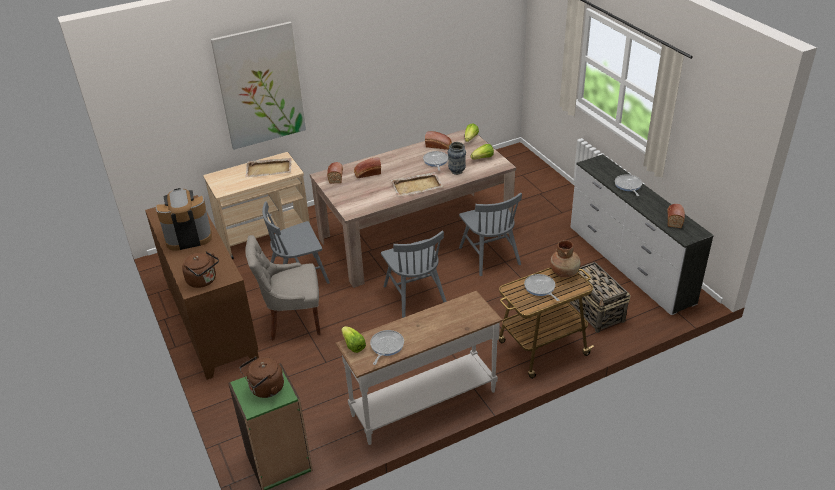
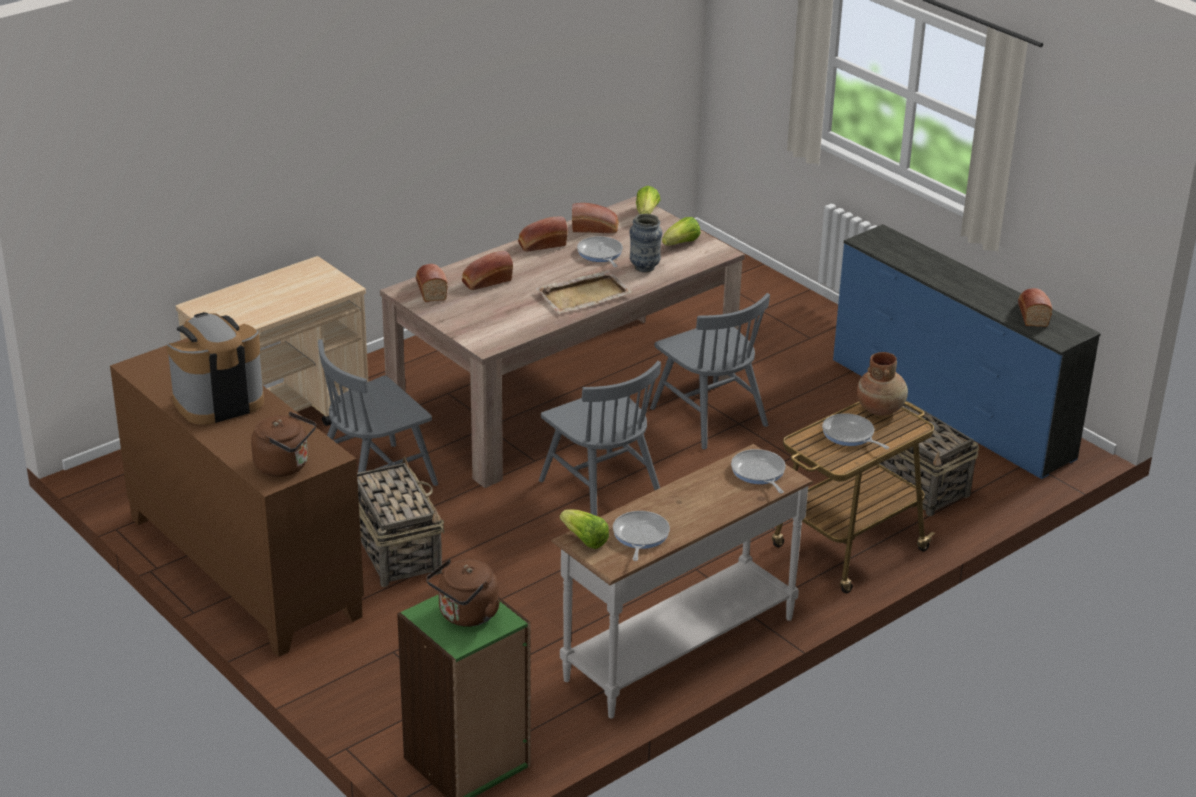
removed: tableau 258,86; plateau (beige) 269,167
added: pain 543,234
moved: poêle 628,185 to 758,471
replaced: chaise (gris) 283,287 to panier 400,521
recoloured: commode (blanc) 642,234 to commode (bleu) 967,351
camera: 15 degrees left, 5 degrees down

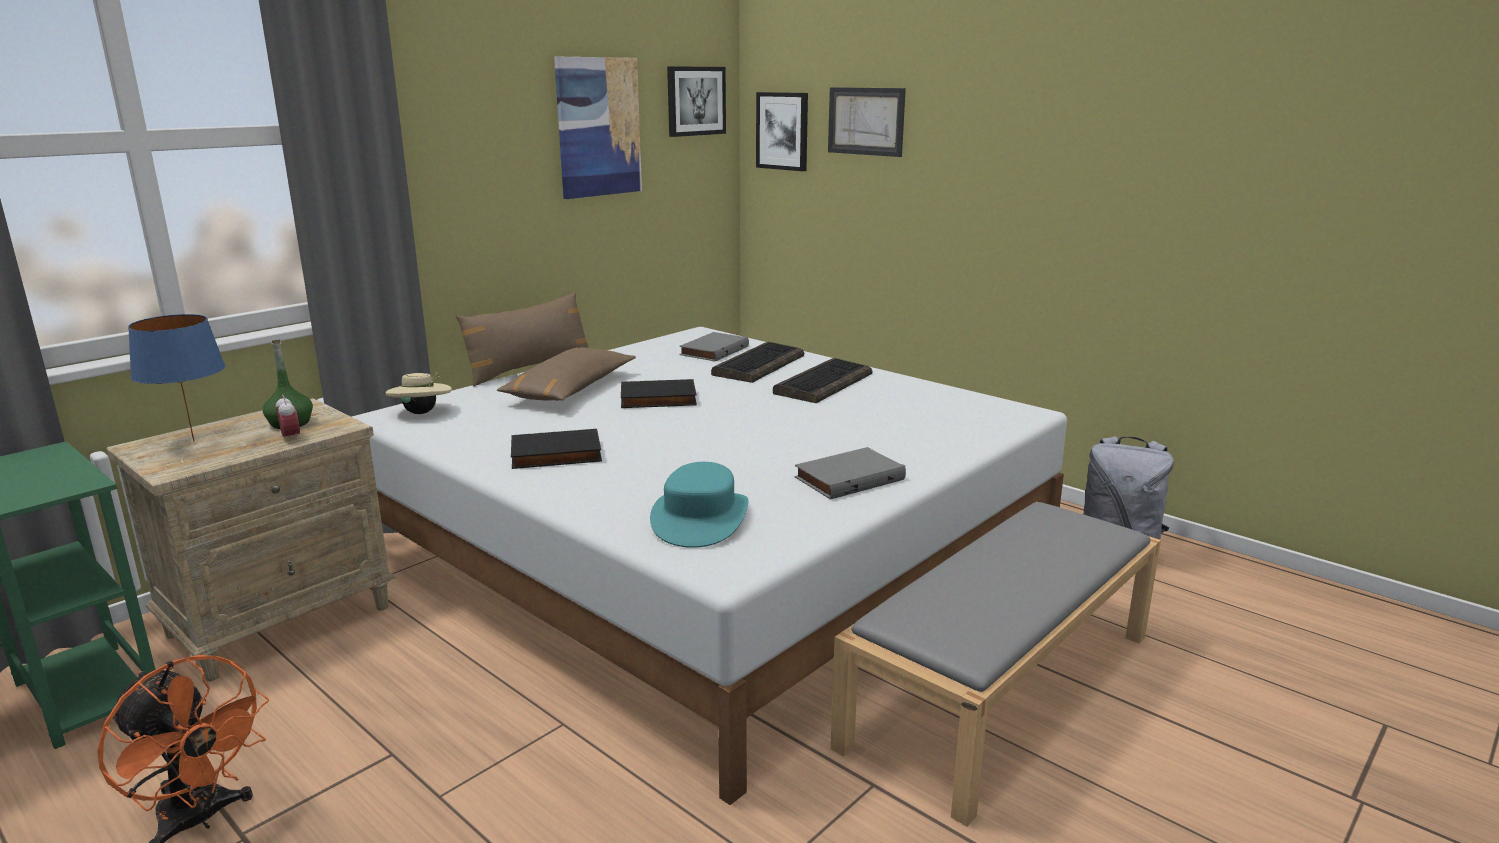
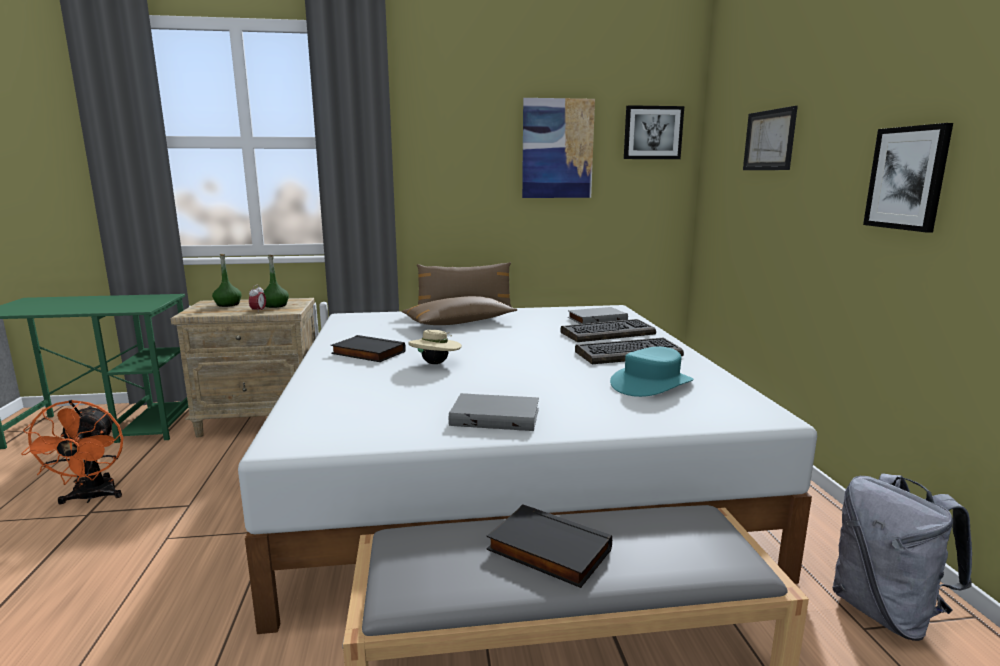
moved: tableau 782,131 to 908,177; chapeau (beige) 418,393 to 435,347; livre (noir) 659,393 to 549,546; chapeau (turquoise) 699,505 to 652,372
replaced: lampe de table (bleu) 176,377 to bouteille (vert) 227,280
camera: 40 degrees right, 5 degrees down

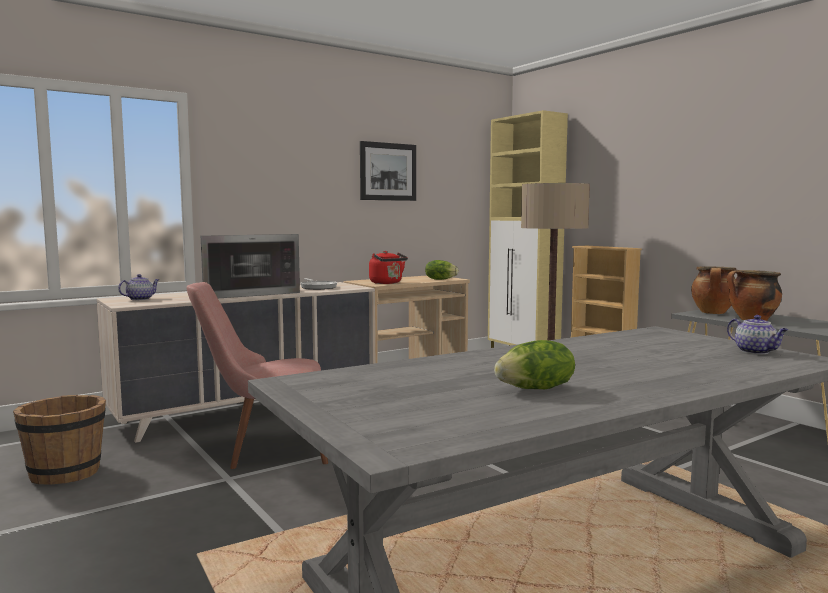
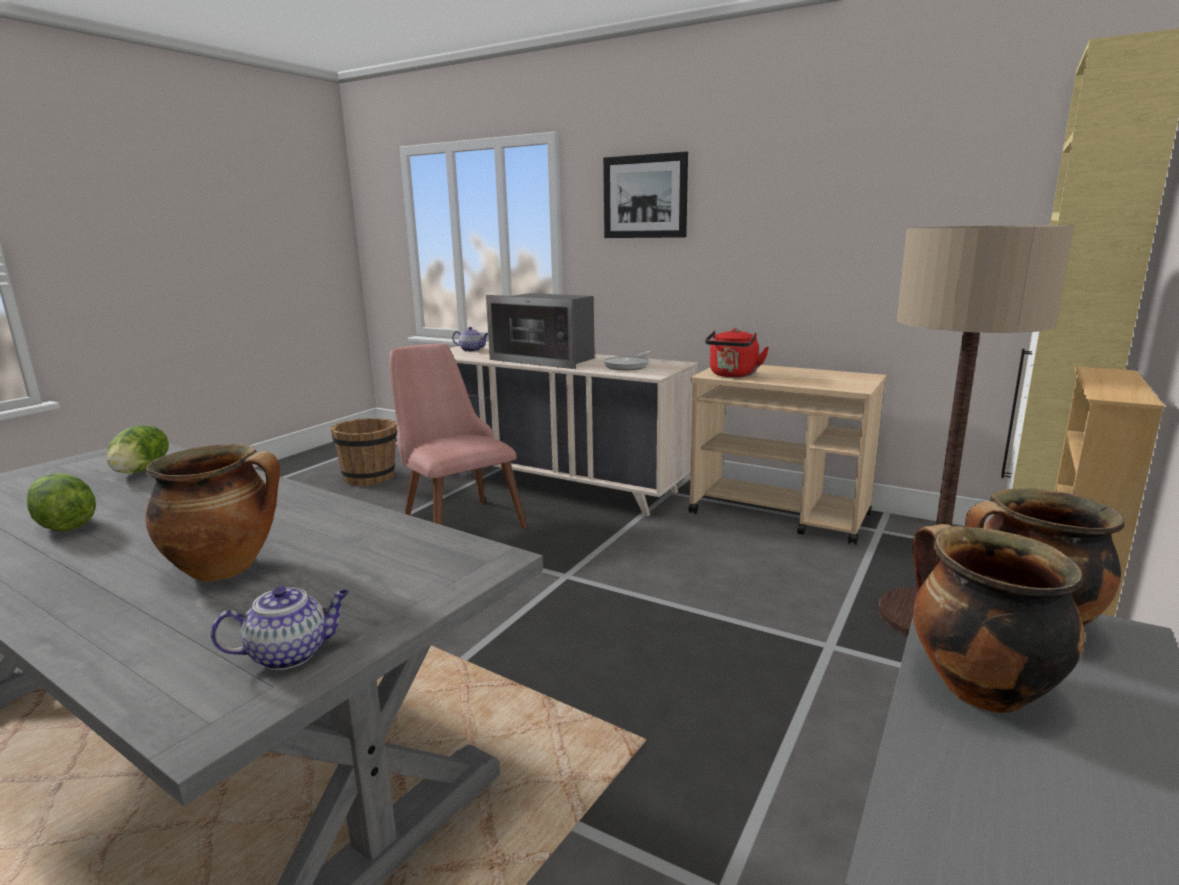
added: marmite 212,512
moved: tableau 388,171 to 645,194; laitue 441,270 to 138,449
turned: théière 757,334 = 280,628 150 degrees counterclockwise
camera: 65 degrees right, 10 degrees up

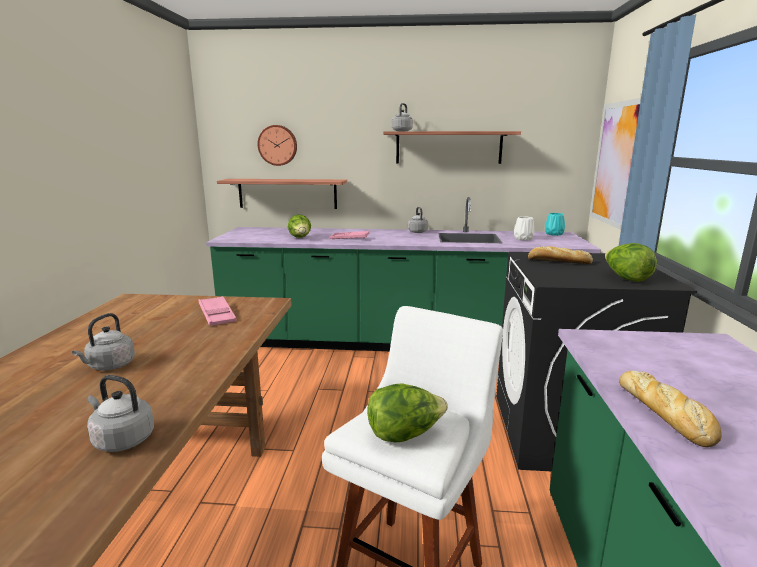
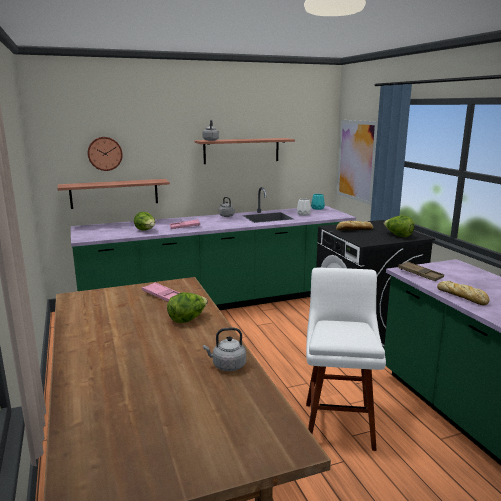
removed: bouilloire (gris) 103,342
added: plateau (marron) 421,271
moved: laitue 407,413 to 187,307
camera: 25 degrees left, 0 degrees up

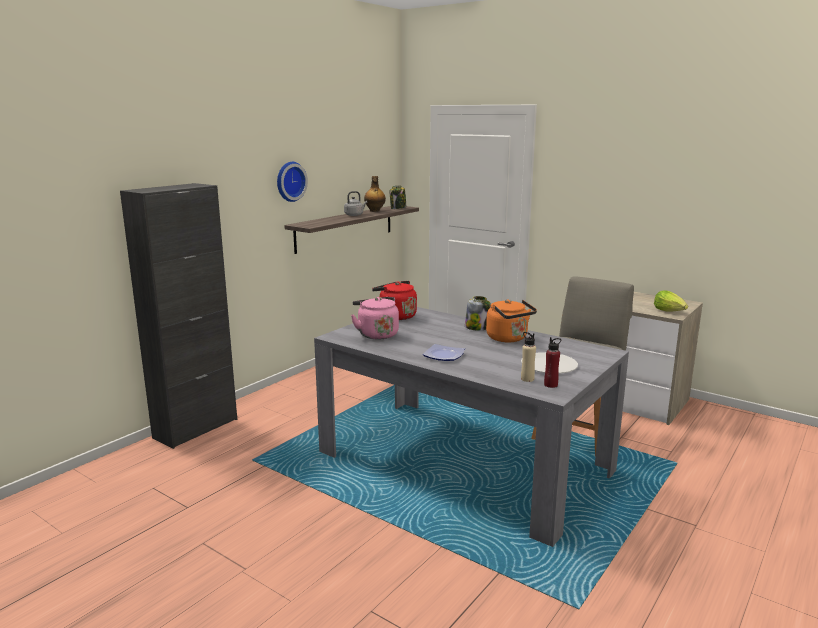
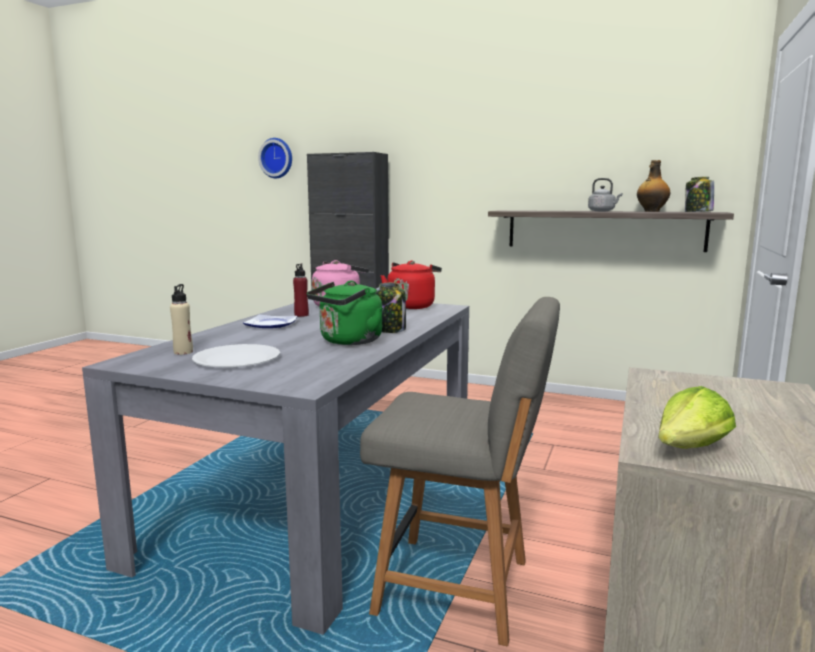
moved: horloge murale 292,182 to 275,158; bouteille (rouge) 552,362 to 301,290
recoloured: bouilloire (orange) 511,320 to bouilloire (vert) 345,313
camera: 75 degrees right, 5 degrees down

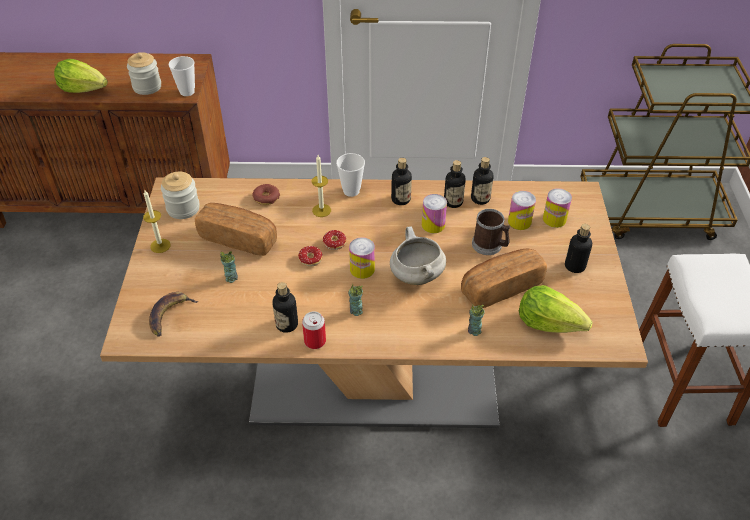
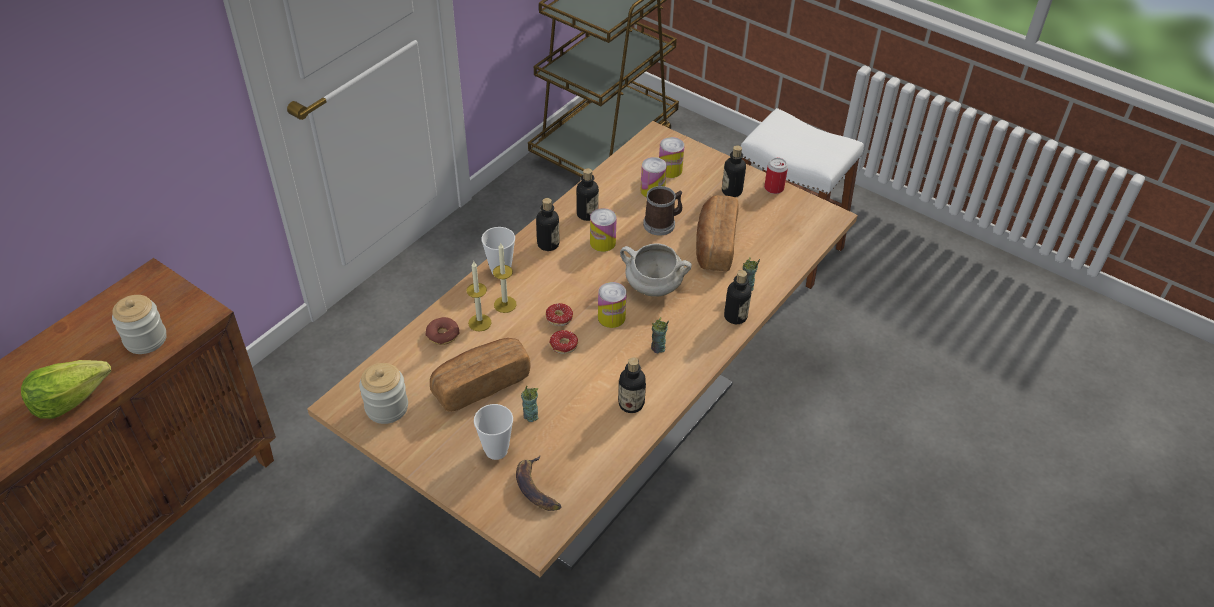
removed: laitue 556,309
moved: tasse 182,76 to 493,432; bouteille 482,181 to 738,297; bougie 157,221 to 479,296; boîte métallique 314,330 to 776,176
camera: 55 degrees left, 0 degrees up

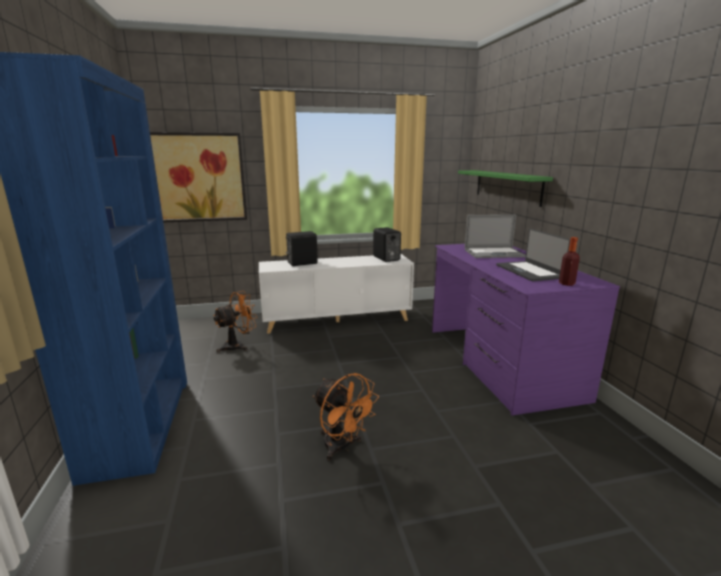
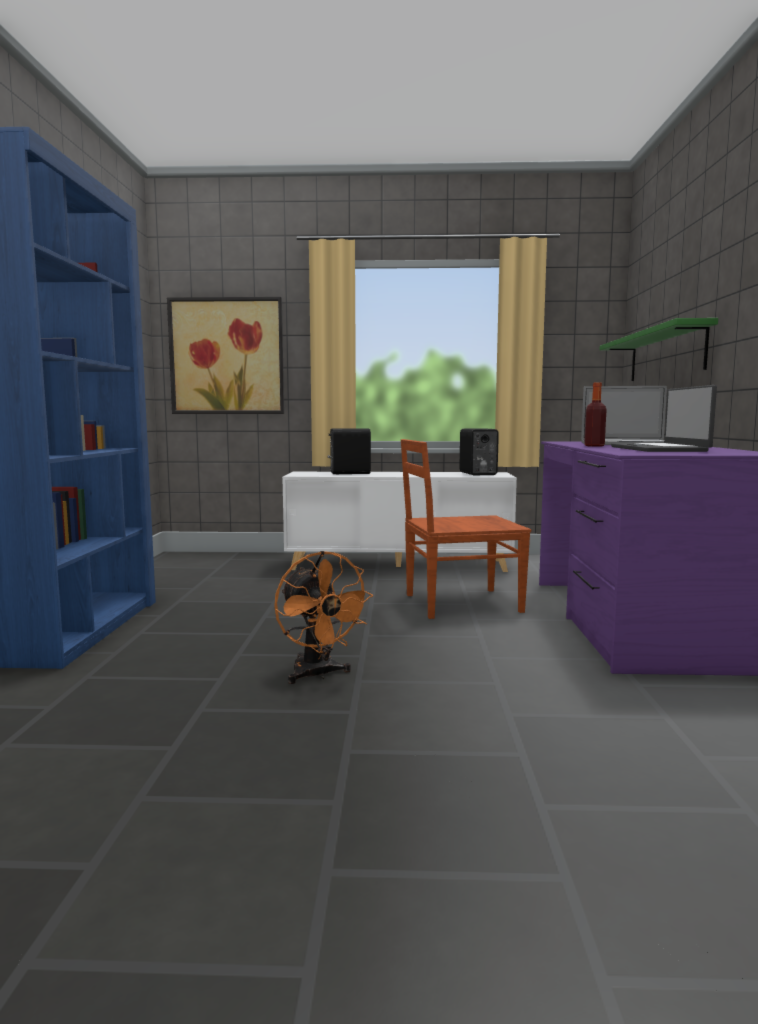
removed: ventilateur (orange) 235,322
added: chaise (marron) 466,529
moved: bouteille 569,261 to 595,414
camera: 15 degrees right, 10 degrees down

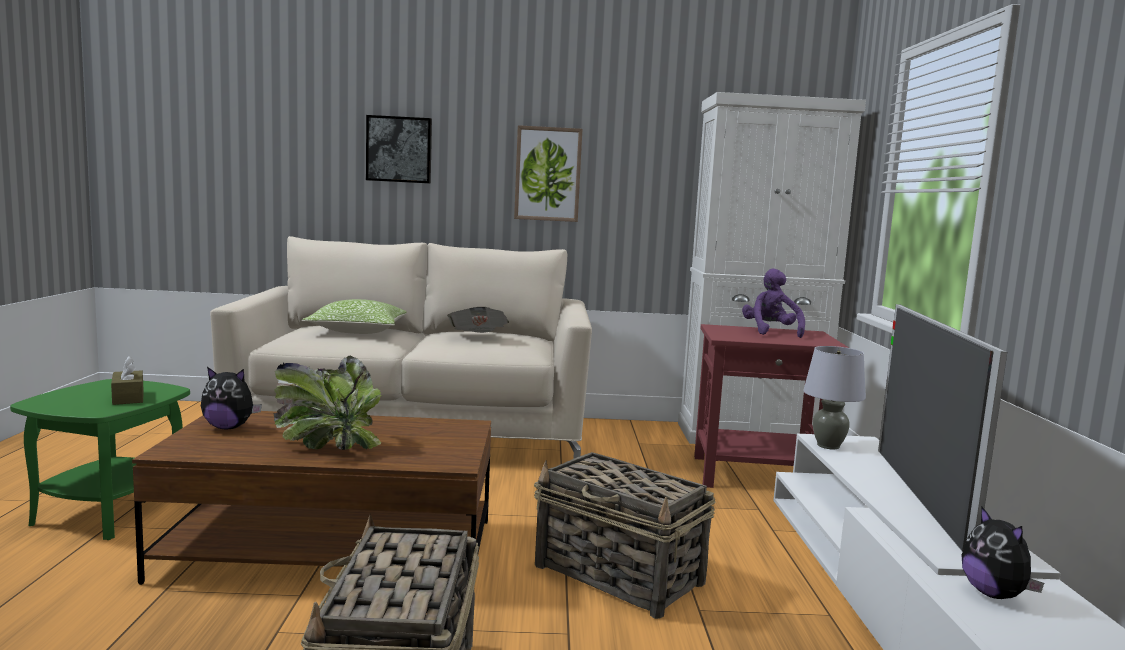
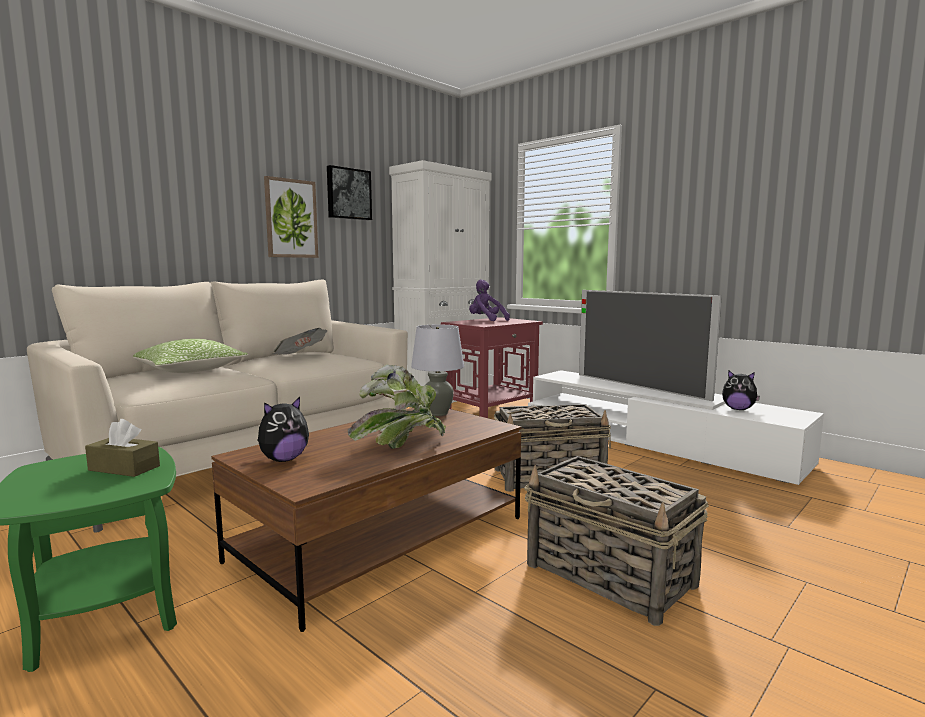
moved: tableau 399,149 to 349,192; lampe de table (gris) 834,397 to 437,370
camera: 45 degrees left, 0 degrees up

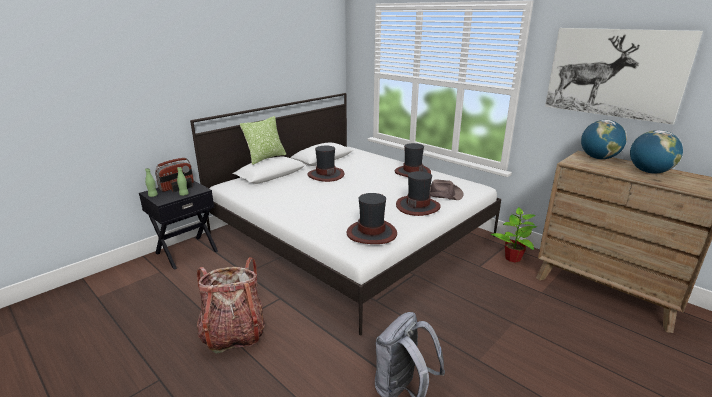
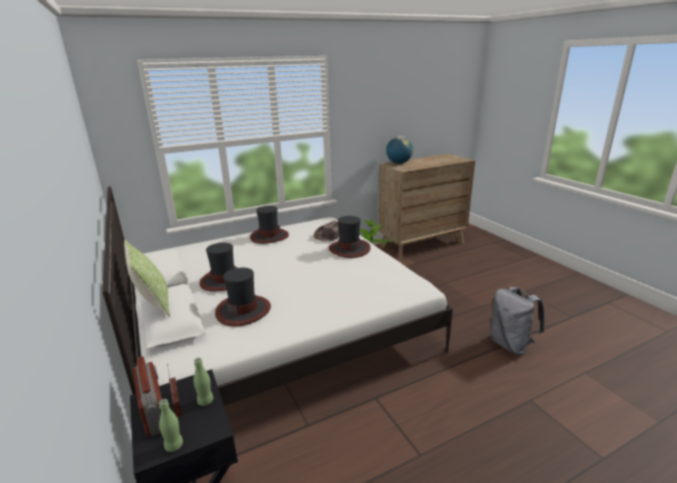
removed: tableau 624,76; globe 656,152; sac à dos 231,305
moved: chapeau 371,218 to 243,297
camera: 70 degrees left, 0 degrees up

